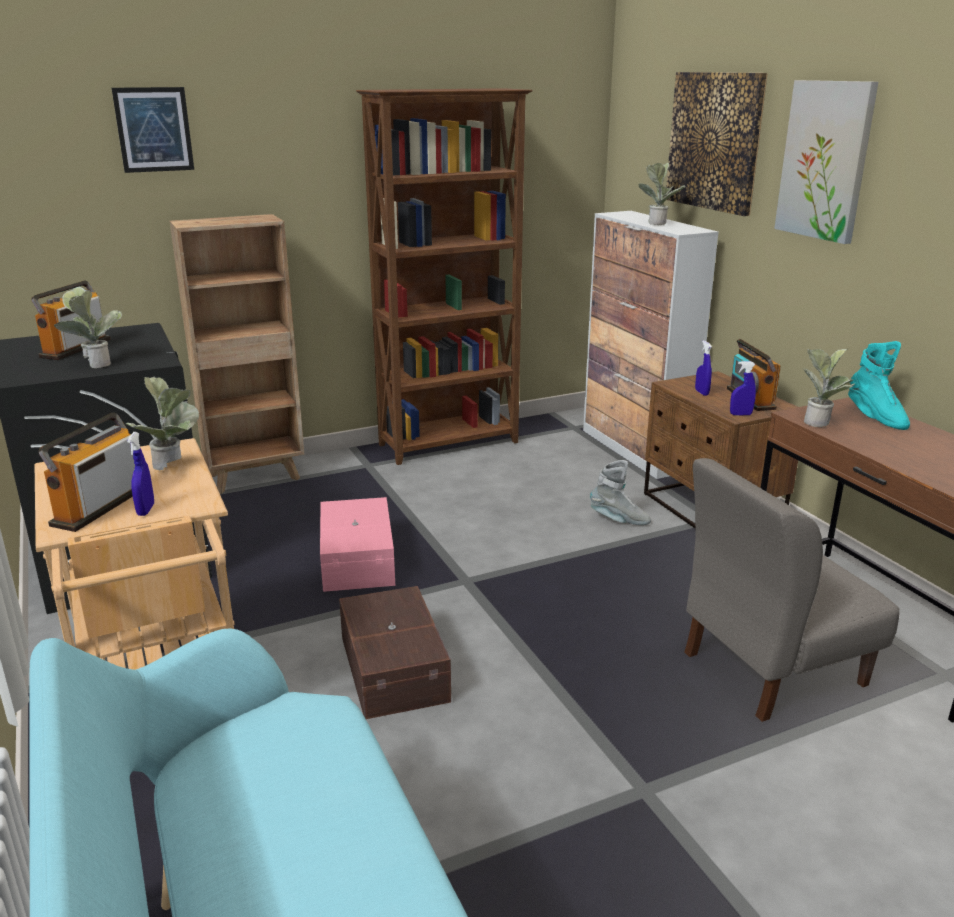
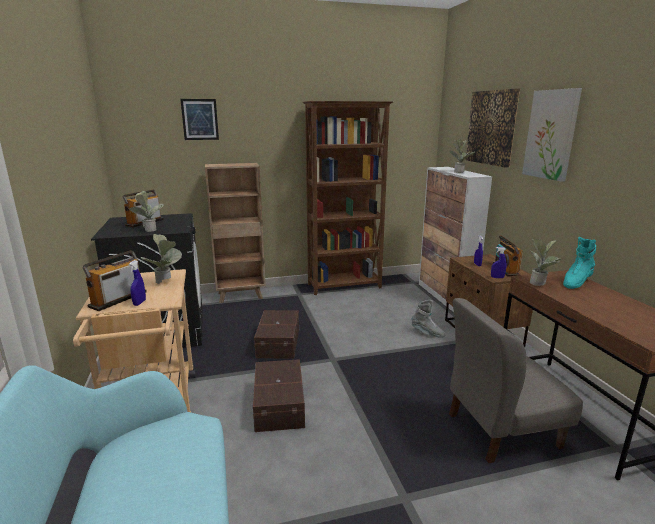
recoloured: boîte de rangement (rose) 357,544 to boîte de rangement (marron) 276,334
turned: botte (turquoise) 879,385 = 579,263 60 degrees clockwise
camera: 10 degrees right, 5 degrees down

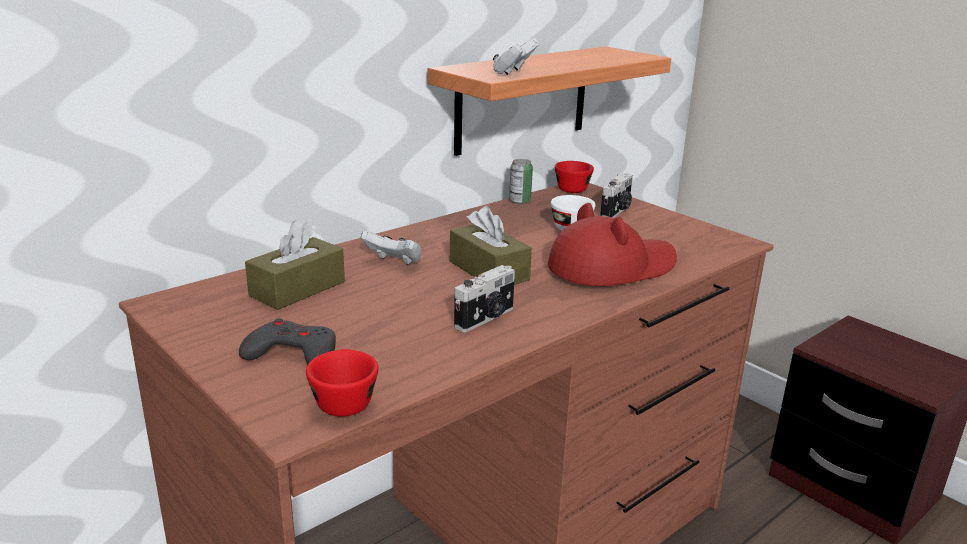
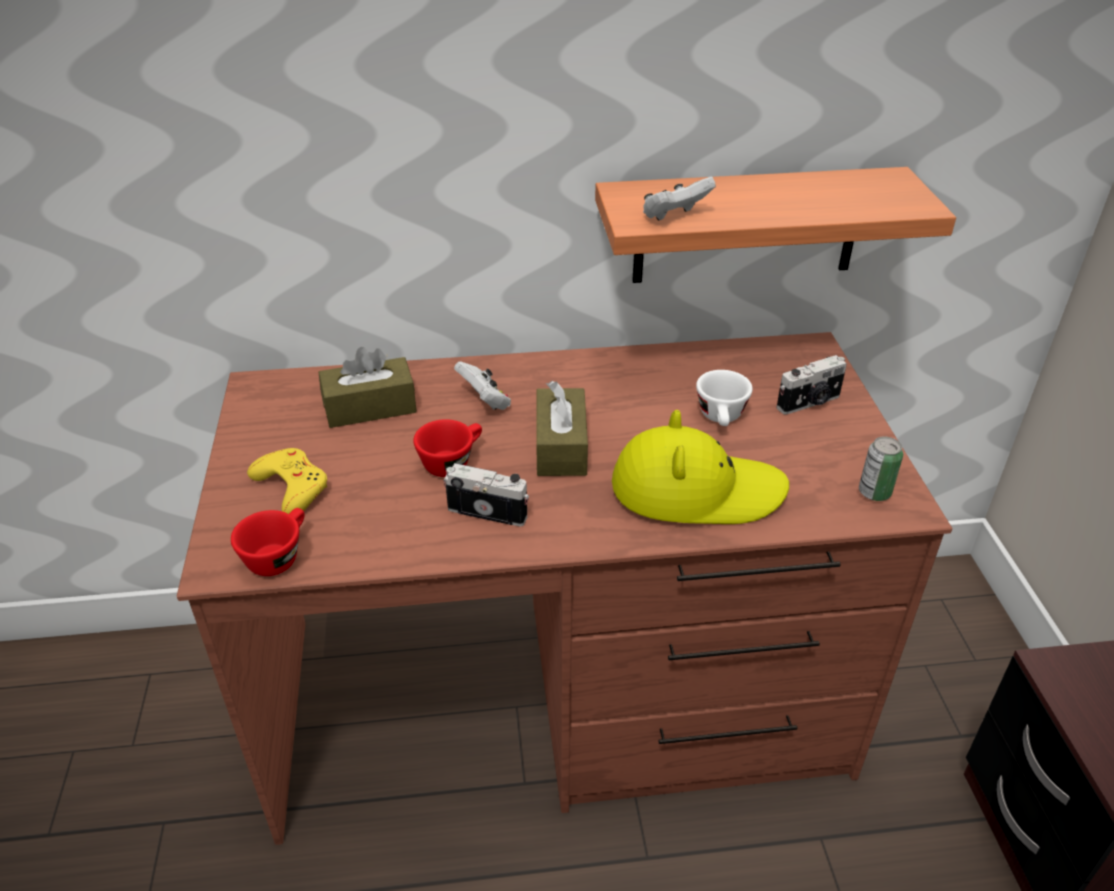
moved: boîte métallique 521,181 to 881,468; tasse (rouge) 574,177 to 447,448
recoloured: chapeau (rouge) 612,244 to chapeau (jaune) 700,467; manette (gris) 287,341 to manette (jaune) 287,481
turned: appareil photo 484,298 = 486,494 150 degrees counterclockwise
camera: 35 degrees right, 15 degrees up

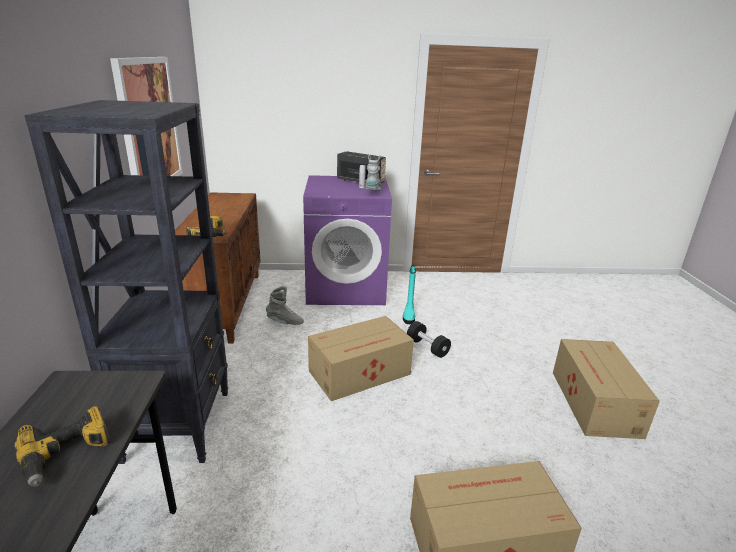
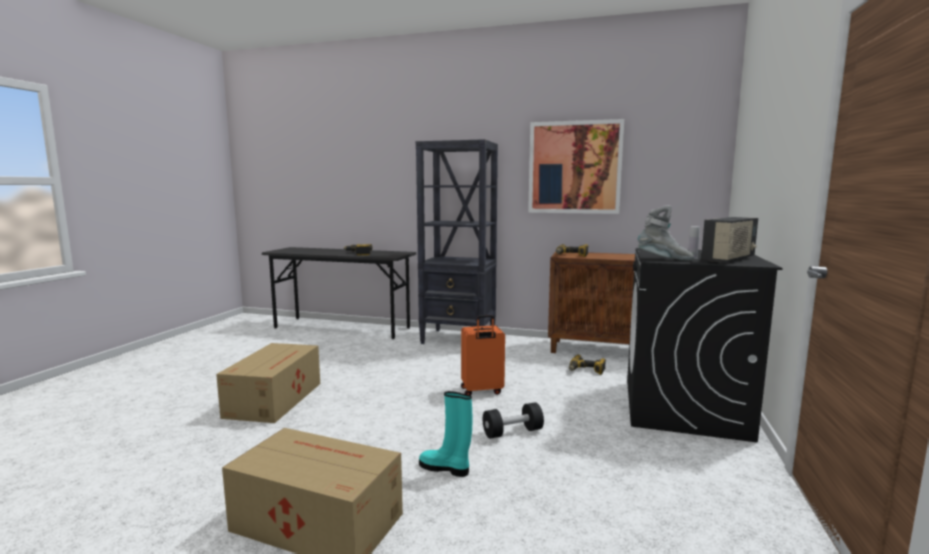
moved: botte (turquoise) 409,294 to 446,434
replaced: botte (gris) 285,305 to perceuse 587,365; carton 361,358 to valise (orange) 483,355
recoloured: lave-linge (violet) 347,240 to lave-linge (noir) 705,345
camera: 110 degrees right, 15 degrees down

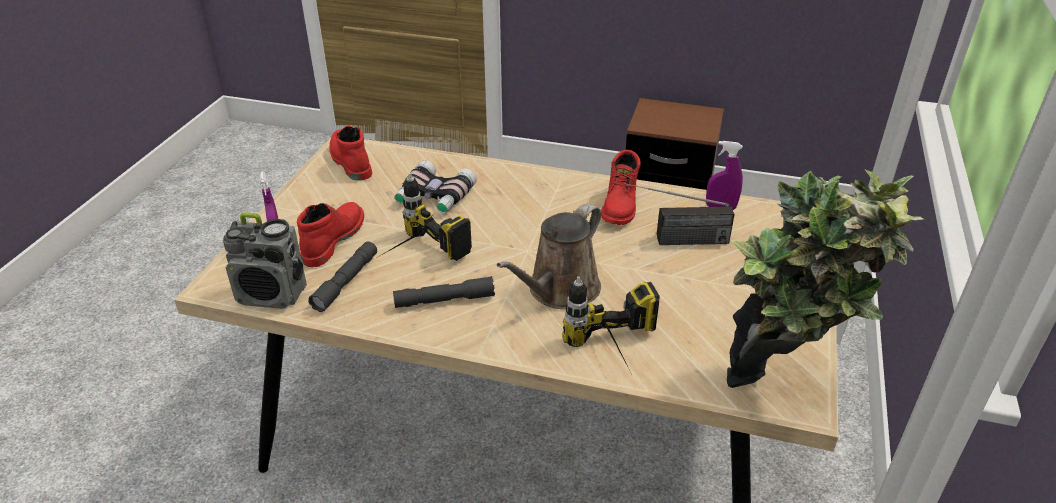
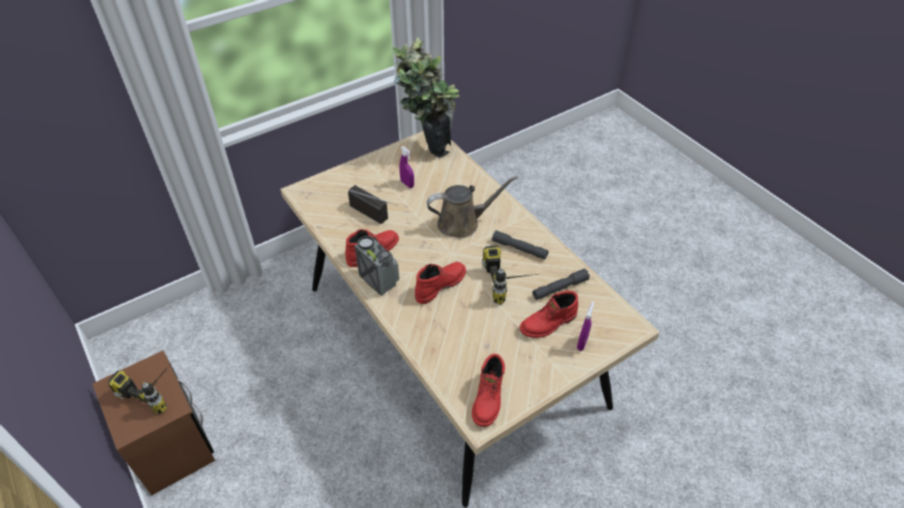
removed: jumelles 436,186
added: botte (rouge) 440,283
moved: vaporisateur (violet) 724,175 to 406,167; radio 265,260 to 377,266; perceuse 611,320 to 141,386
camera: 140 degrees left, 10 degrees up

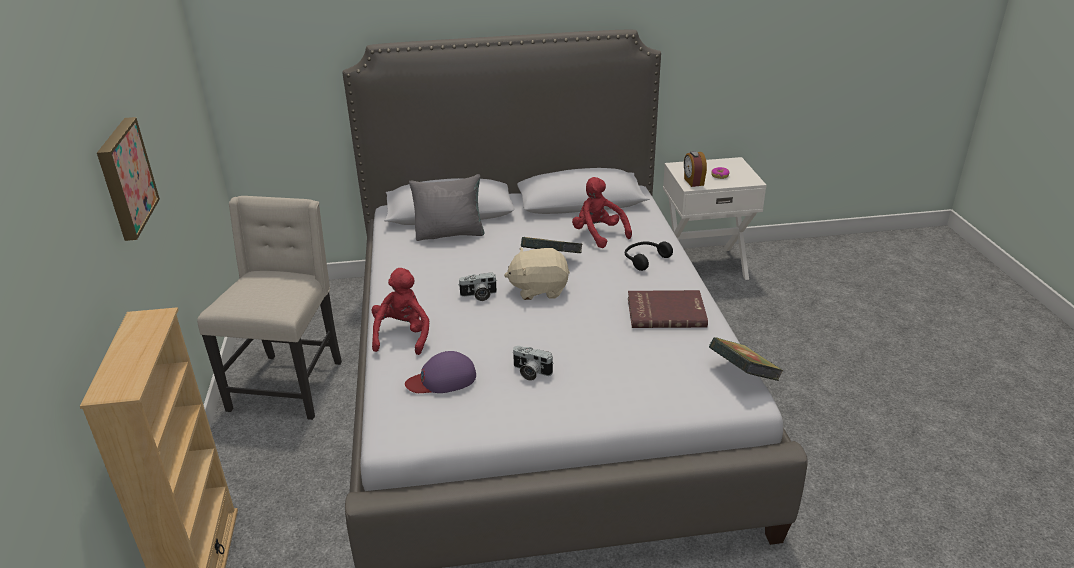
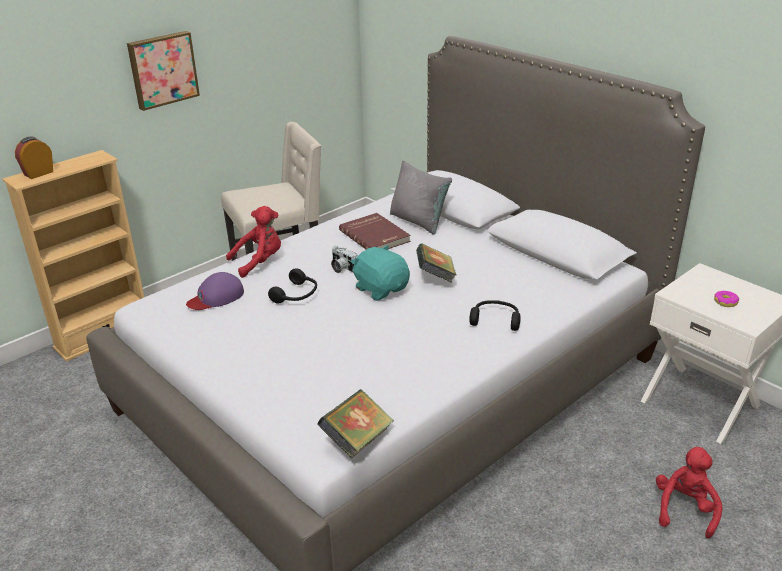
removed: appareil photo 533,363
added: casque audio (noir) 292,286
moved: réveil 695,169 to 34,158; peluche (rouge) 602,212 to 689,493; livre (rouge) 668,309 to 374,231
recoloured: peluche (beige) 537,273 to peluche (turquoise) 380,273
turned: casquette (violet) 440,372 = 215,291 75 degrees counterclockwise
camera: 55 degrees right, 0 degrees up

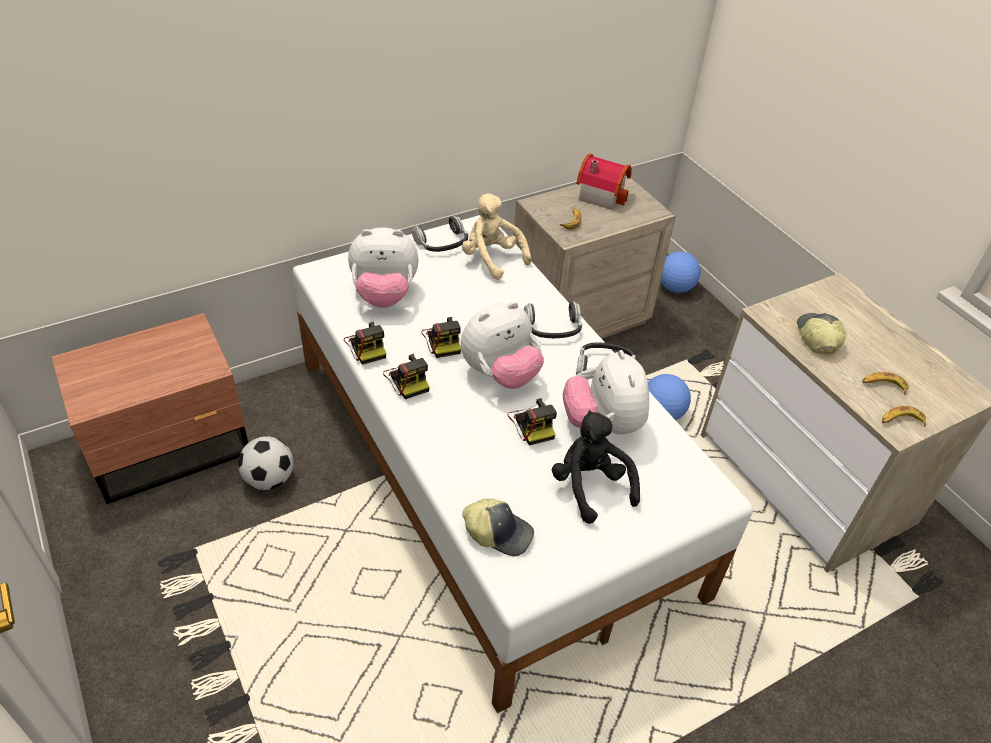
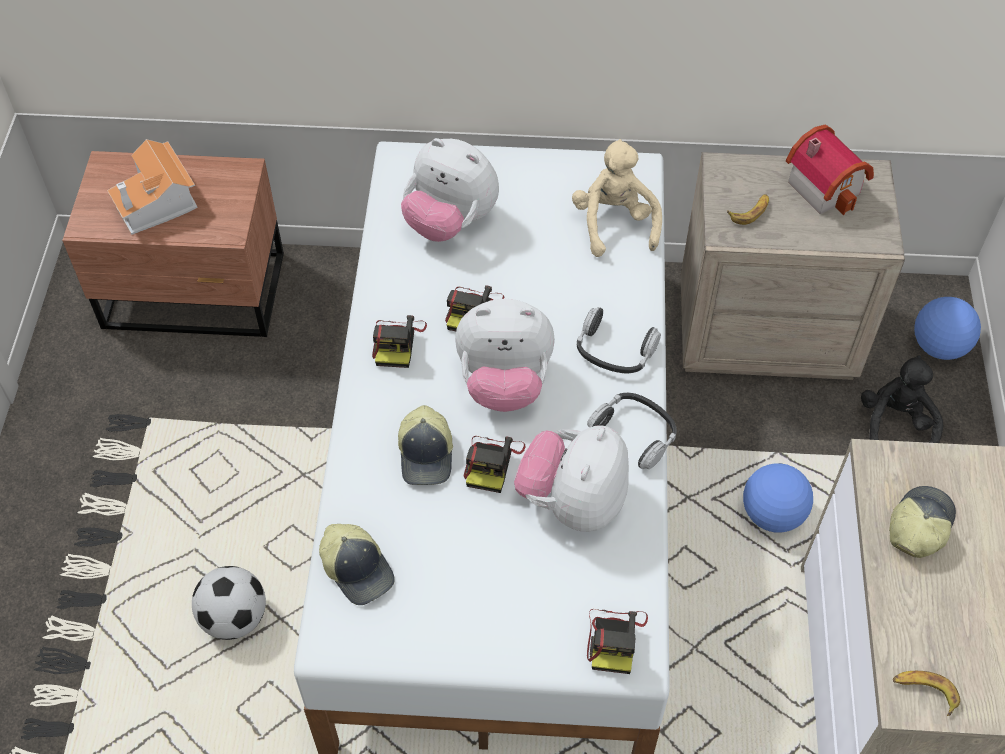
removed: casque audio 440,234; banane 885,383
added: maison miniature 152,187; casquette 425,445
moved: appareil photo 365,343 to 617,641; peluche (noir) 596,467 to 902,399; ballon de foot 265,463 to 229,603
camera: 35 degrees right, 10 degrees up

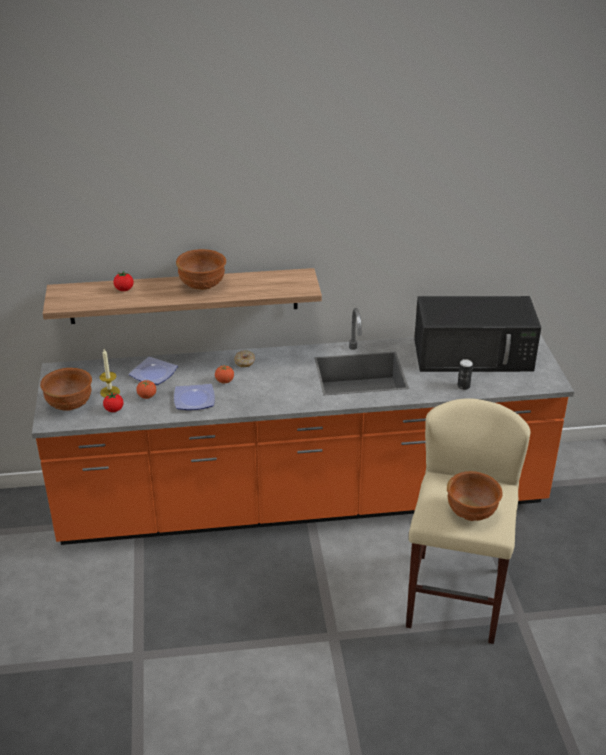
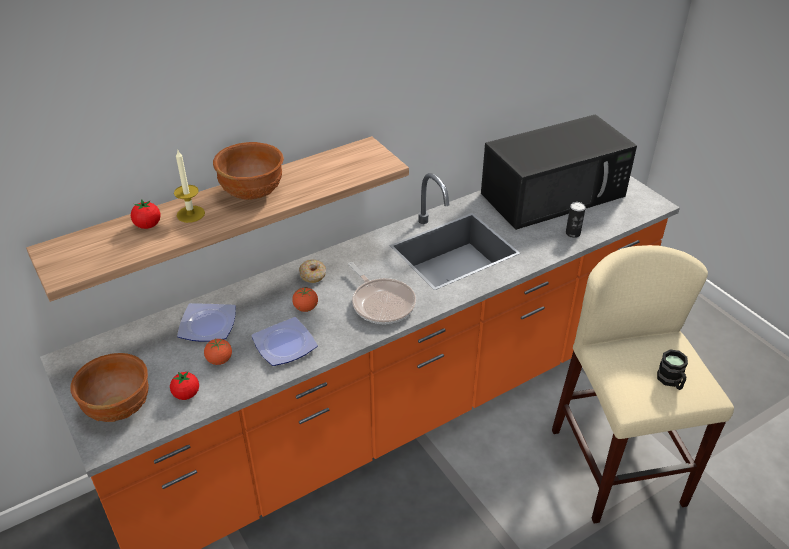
added: poêle 382,293
moved: bougie 109,373 to 189,186
replaced: bol (marron) 475,496 to mug (noir) 672,369
camera: 25 degrees left, 5 degrees up

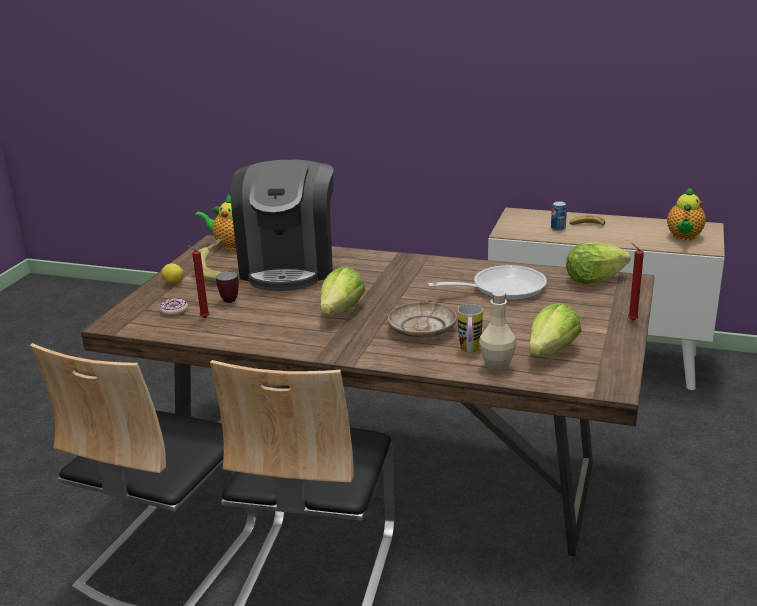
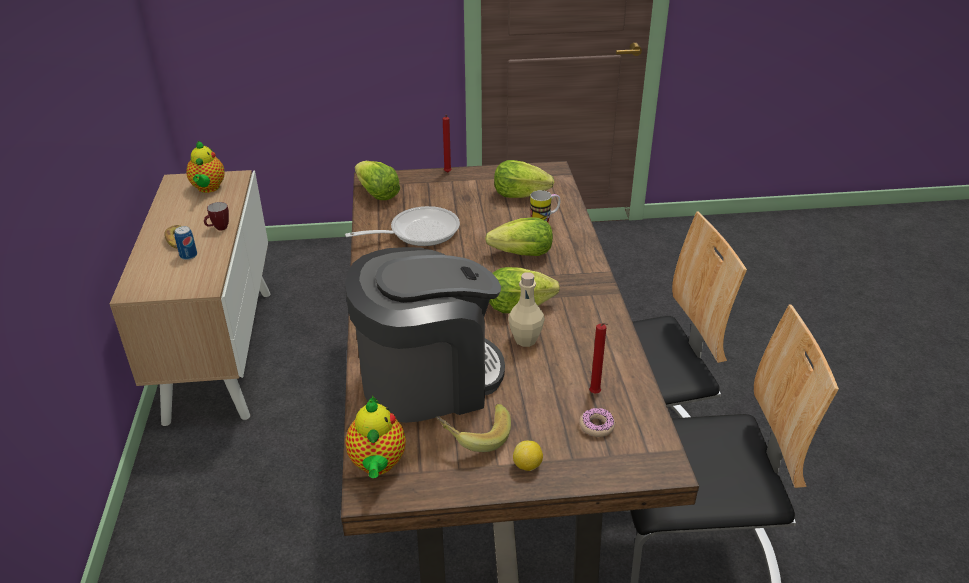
moved: mug 227,287 to 216,216; bouteille (beige) 498,331 to 526,309
replaced: assiette (beige) 422,320 to laitue 519,236
turned: théière 686,214 = 205,167 90 degrees clockwise; poêle 487,283 = 402,226 105 degrees clockwise
camera: 115 degrees left, 10 degrees up

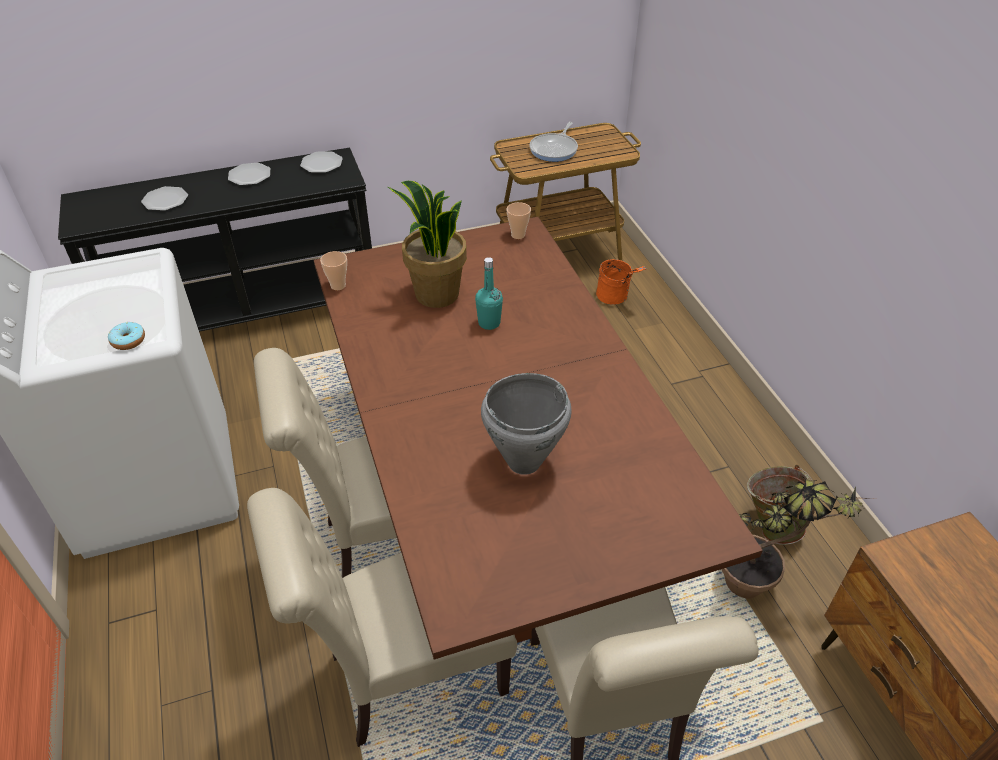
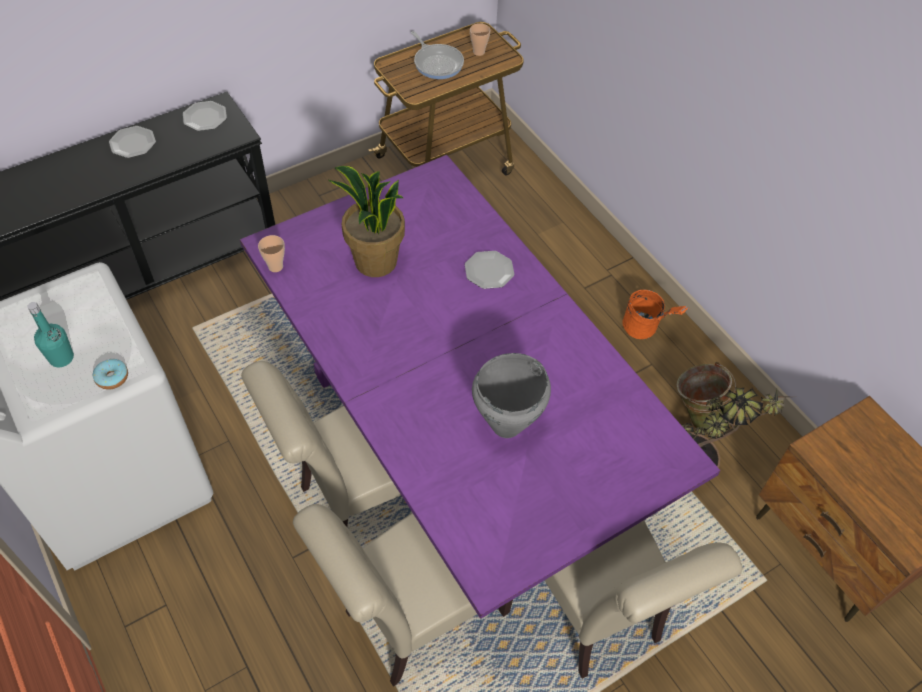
moved: assiette 164,198 to 489,270; tasse 519,220 to 480,39; bouteille (turquoise) 489,293 to 50,334; seau (orange) 621,282 to 655,314
recoloured: table à manger (marron) 538,438 to table à manger (violet) 480,387
turned: poêle 553,142 = 437,55 45 degrees counterclockwise
camera: 15 degrees left, 10 degrees up

